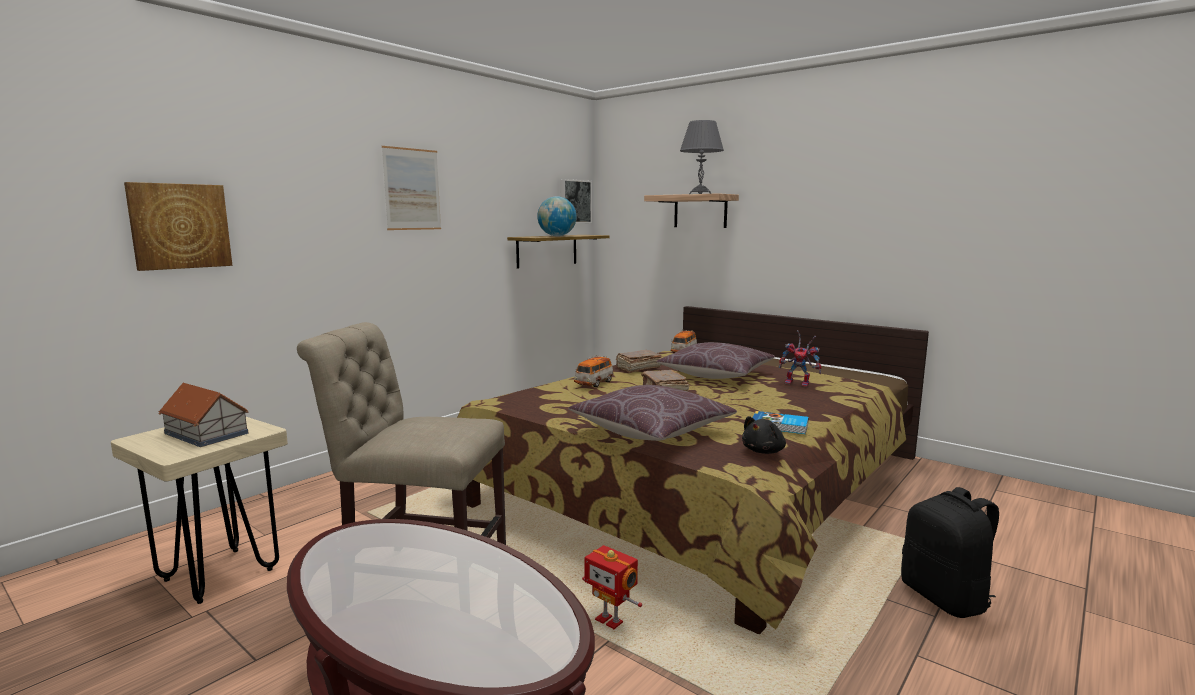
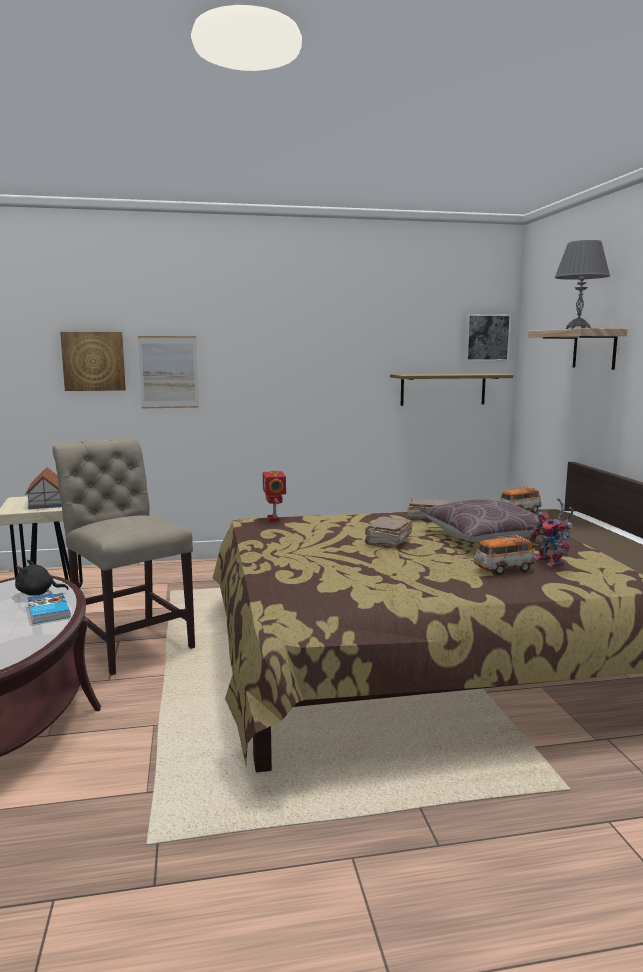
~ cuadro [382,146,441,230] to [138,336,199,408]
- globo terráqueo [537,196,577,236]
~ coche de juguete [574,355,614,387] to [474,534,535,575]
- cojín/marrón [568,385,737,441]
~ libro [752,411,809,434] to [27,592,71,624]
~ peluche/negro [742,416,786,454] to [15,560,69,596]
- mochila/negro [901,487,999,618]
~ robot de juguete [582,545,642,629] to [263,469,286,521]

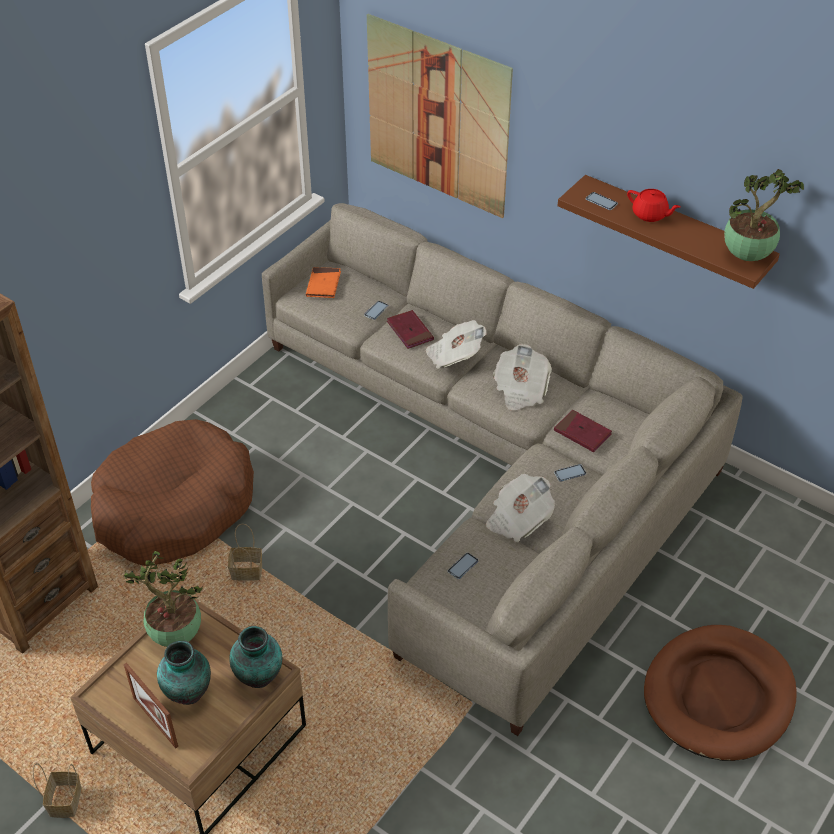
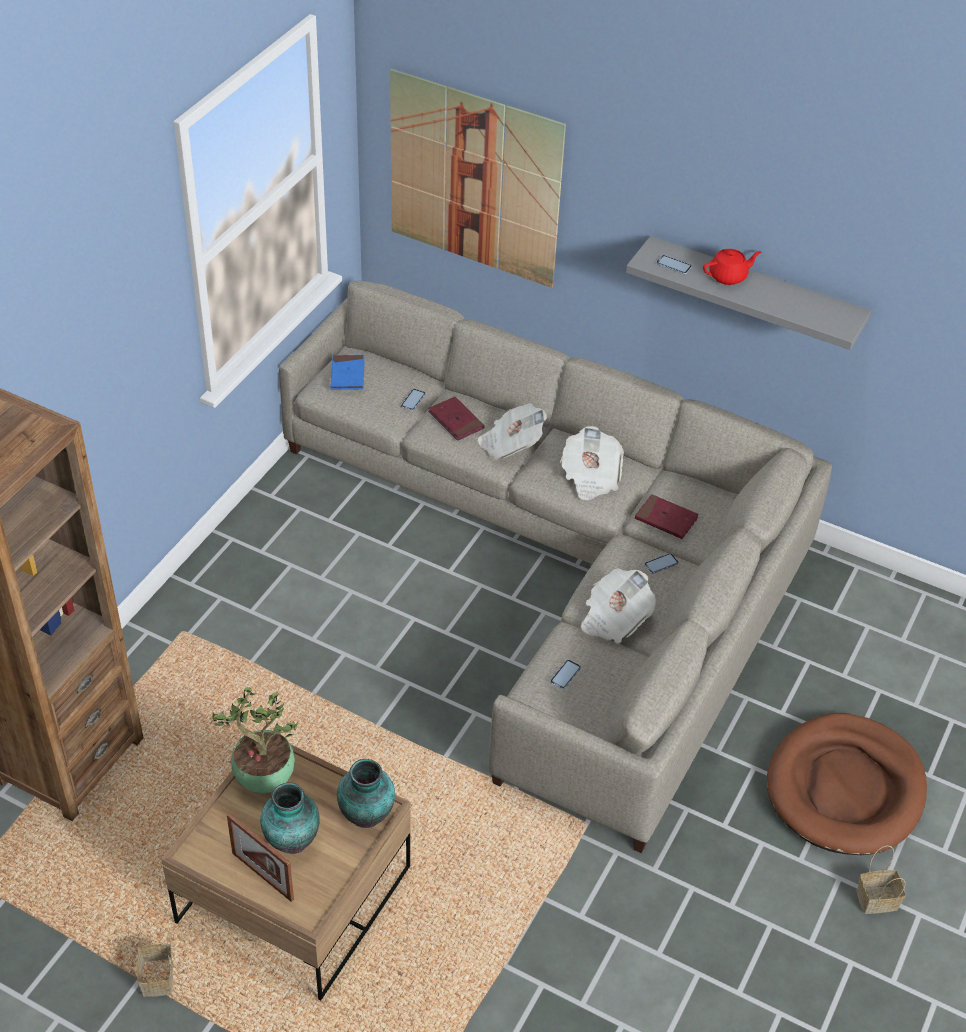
- planta en maceta [724,169,804,261]
~ estante/marrón [558,175,780,289] to estante/gris [626,236,872,350]
~ tetera/rojo [627,189,681,222] = [703,249,762,285] 45 degrees counterclockwise
~ libro/naranja [306,267,341,298] to libro/azul [330,355,365,390]
- cama para perro/marrón [91,419,254,566]
~ cesta [228,524,262,581] to [856,846,906,914]

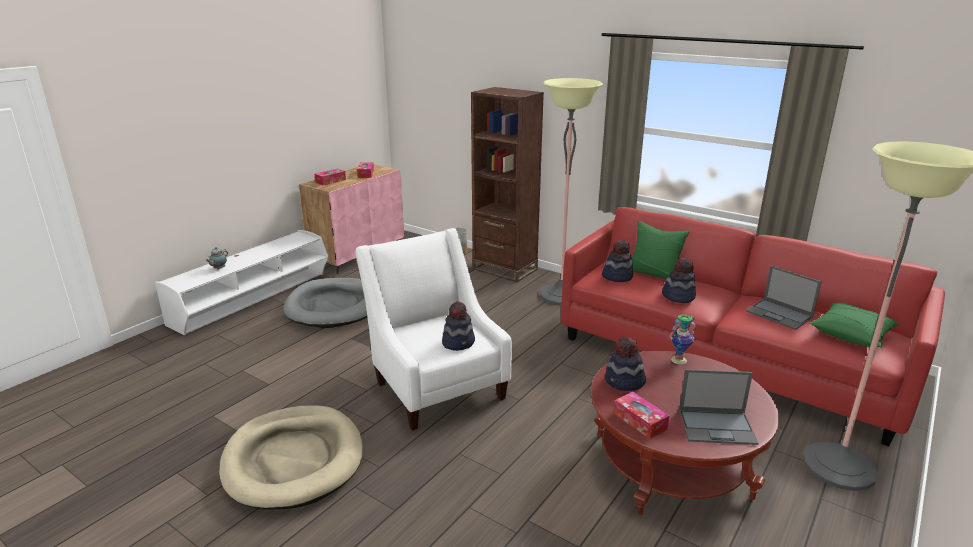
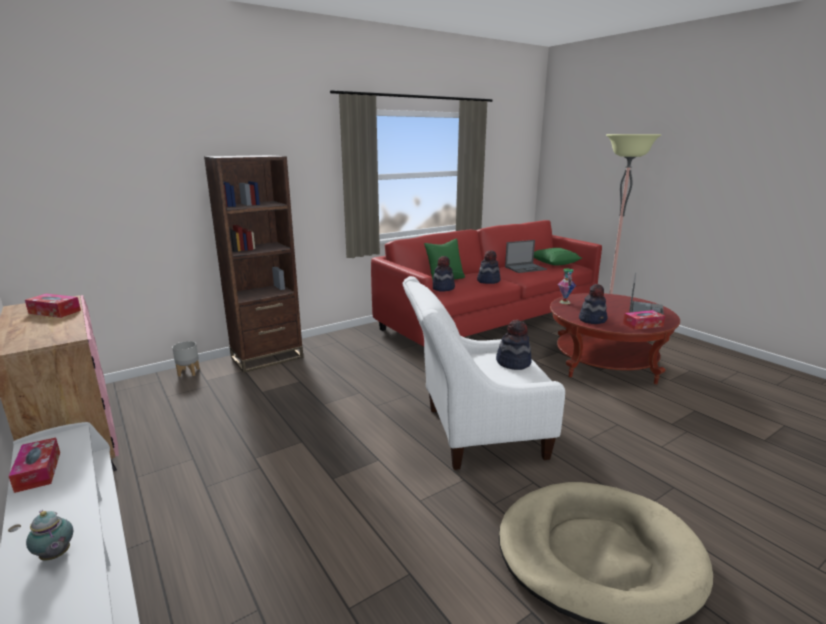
- lámpara de pie [540,78,603,305]
~ caja de pañuelos [314,169,346,186] to [9,438,60,493]
- cama para perro/gris [283,278,367,328]

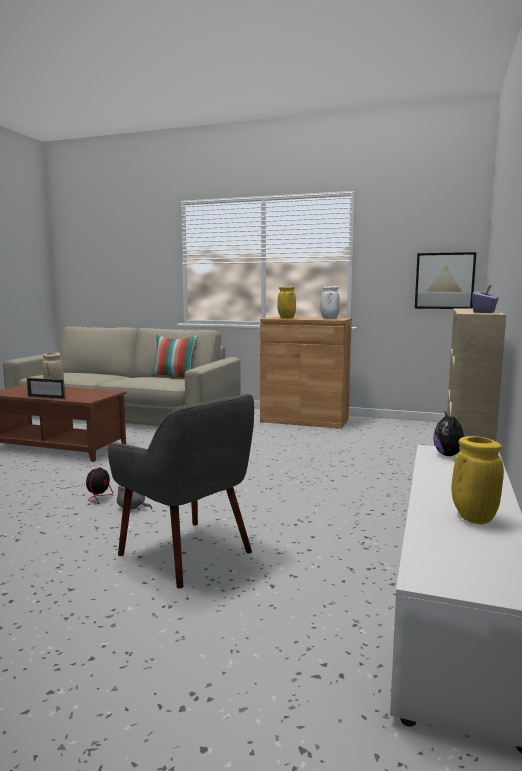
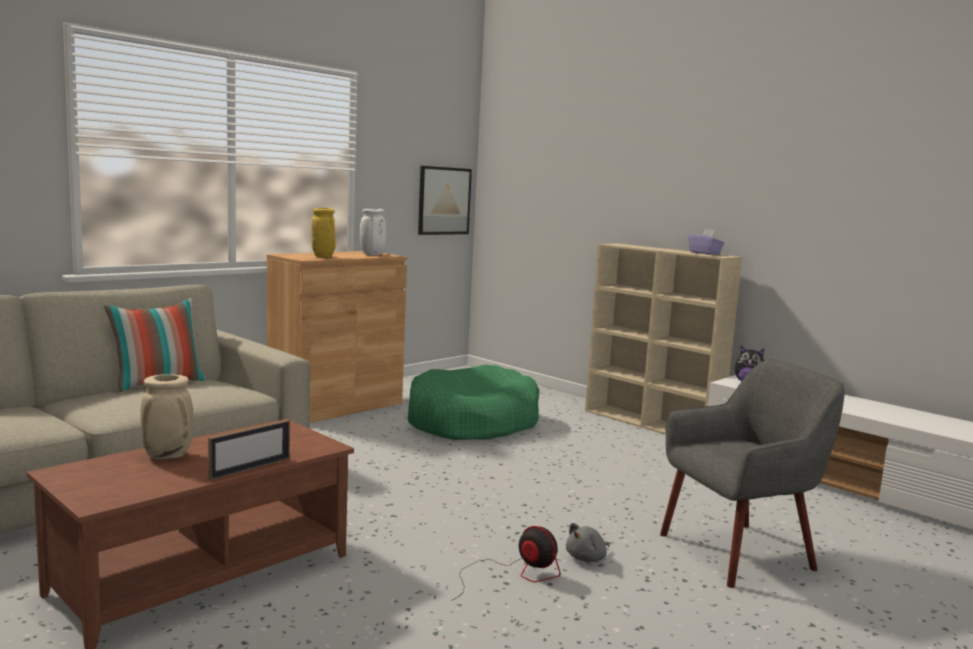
- florero/amarillo [452,436,504,524]
+ cama para perro/verde [408,365,540,440]

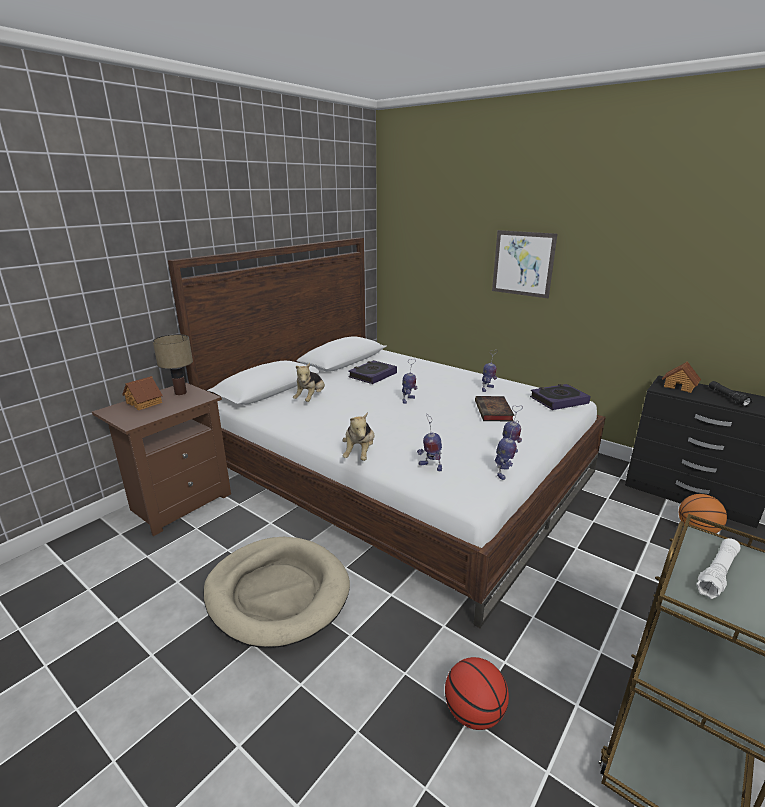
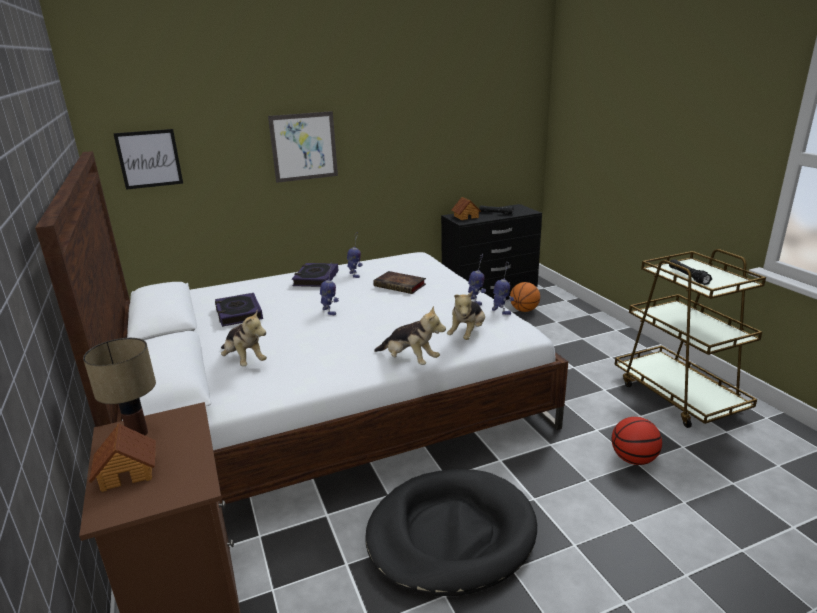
~ libro [530,384,590,410] to [292,263,338,287]
~ robot de juguete [417,414,442,471] to peluche [447,291,485,340]
~ cama para perro/beis [204,537,350,648] to cama para perro/negro [365,469,537,596]
~ linterna/blanco [696,538,740,599] to linterna/negro [669,259,712,285]
+ cuadro [113,129,183,190]

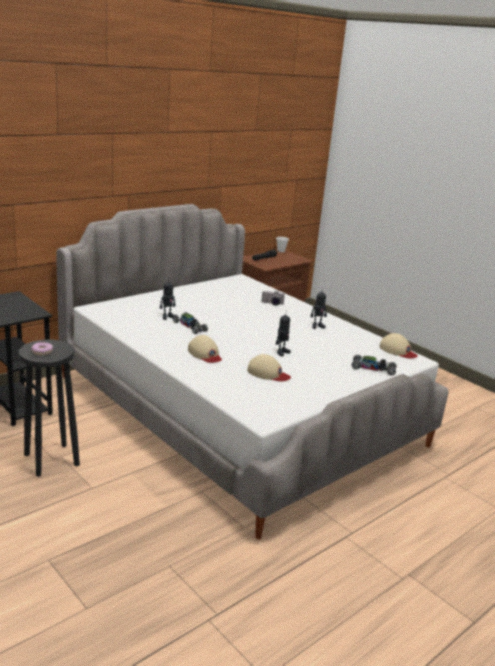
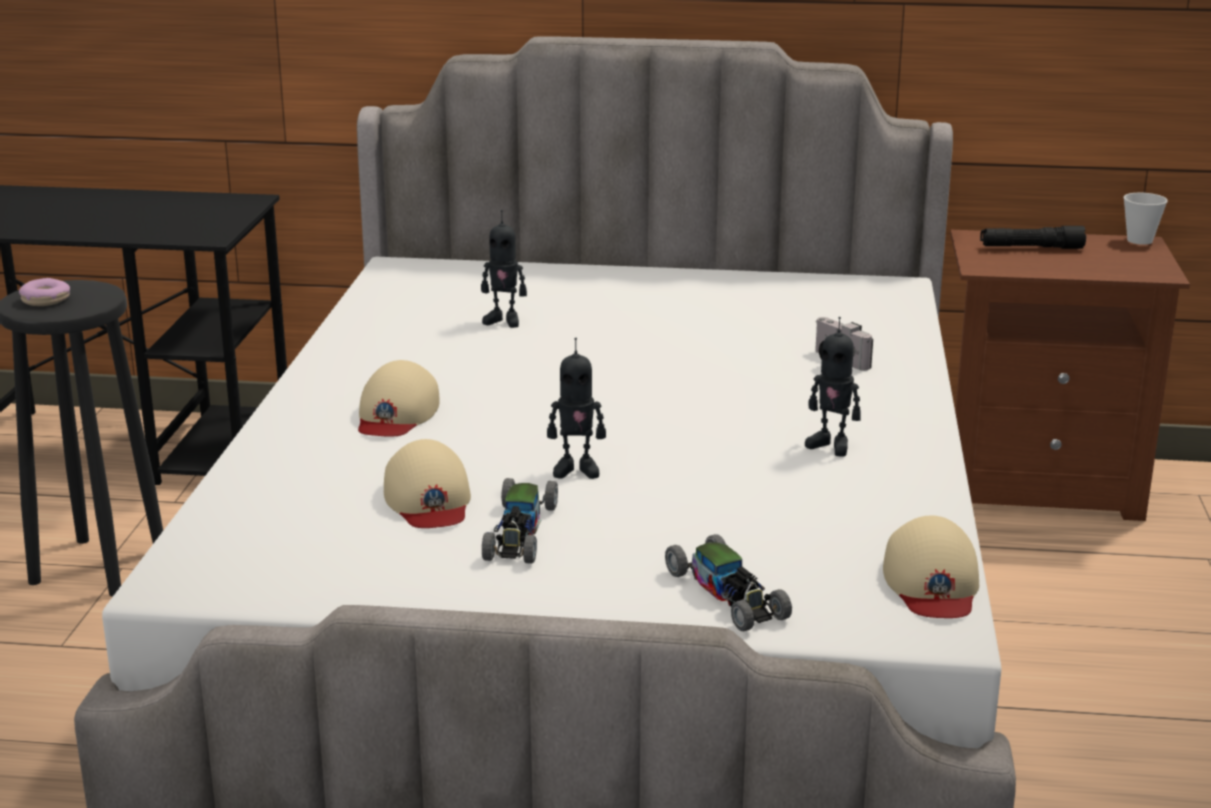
~ coche de juguete [173,312,208,334] to [482,478,558,564]

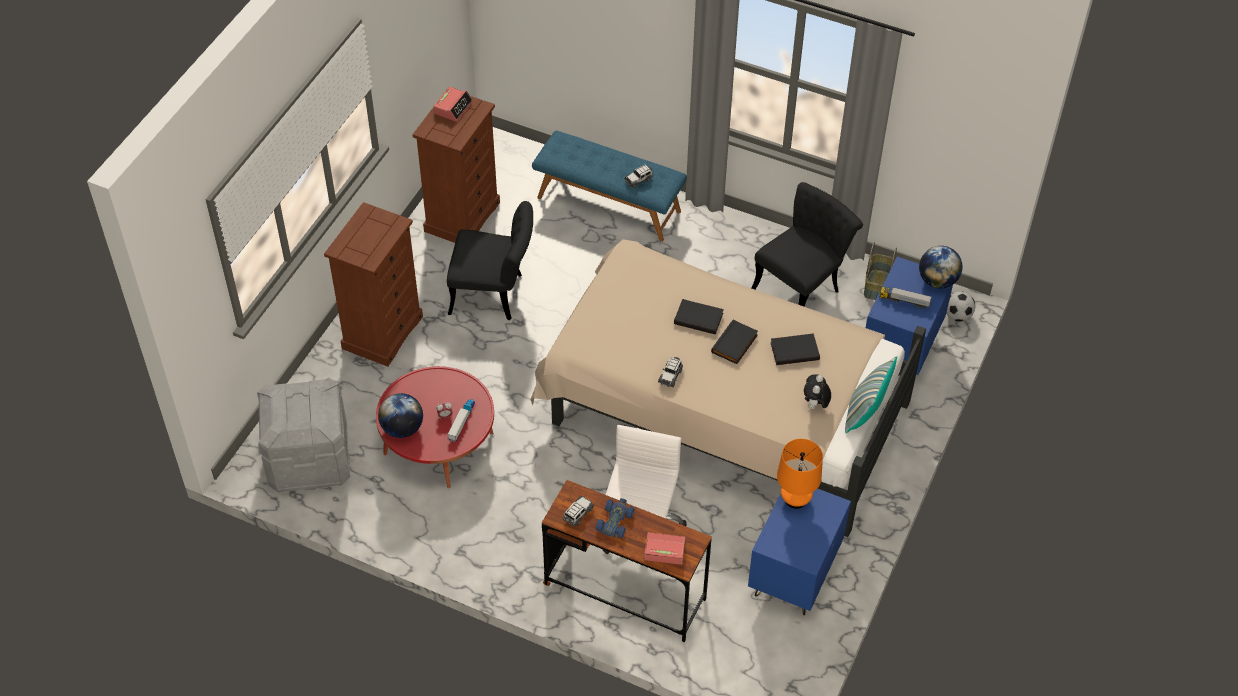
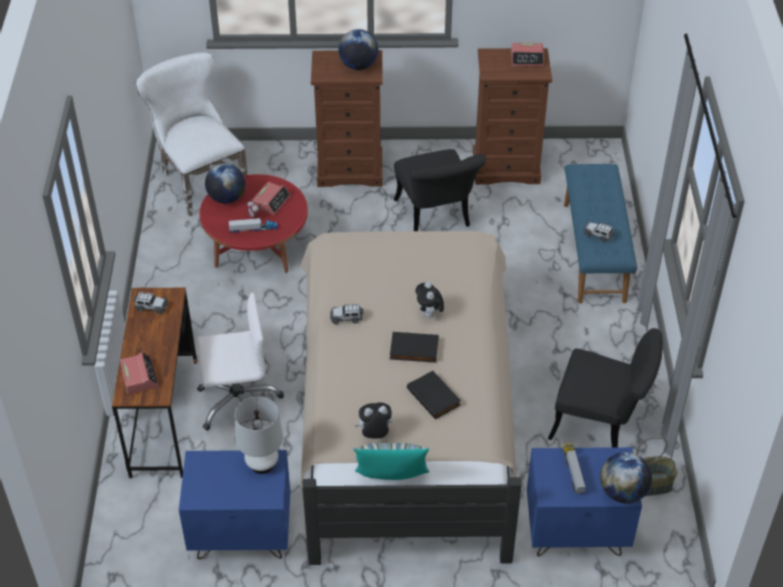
- balón de fútbol [947,291,975,322]
~ libro/negro [674,299,724,334] to peluche [415,281,444,318]
~ caja de almacenaje/gris [257,377,350,493] to silla/blanco [136,52,247,216]
~ lámpara de mesa/naranja [777,439,823,509] to lámpara de mesa/blanco [235,396,283,474]
- coche de juguete/azul [596,498,634,538]
+ globo terráqueo [338,29,378,70]
+ despertador [252,182,291,215]

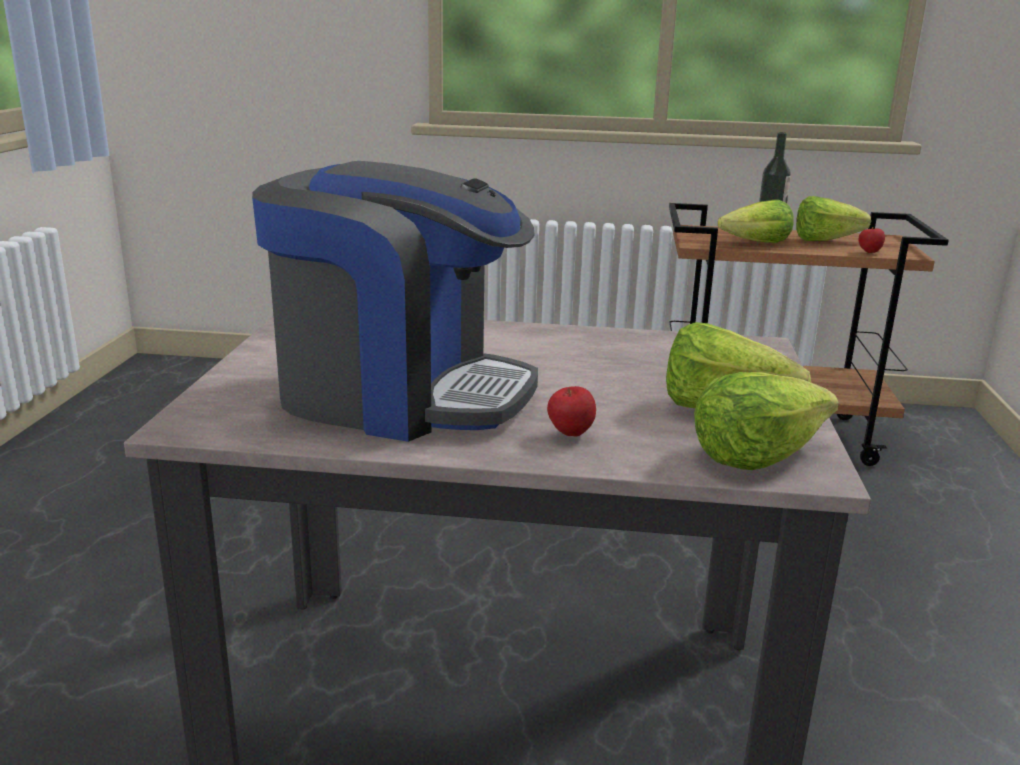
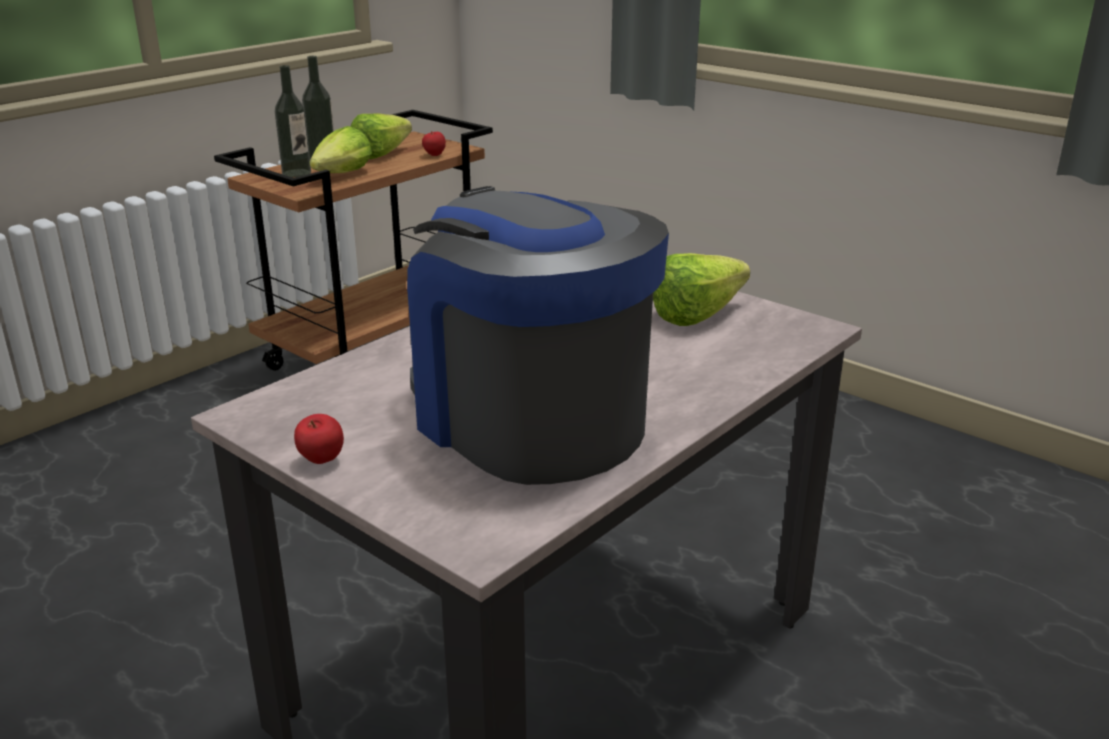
~ cafetera [252,161,538,442] = [407,186,669,485] 90 degrees counterclockwise
- lechuga [694,372,839,470]
~ manzana [547,386,596,436] to [294,414,344,464]
+ botella [275,65,311,177]

